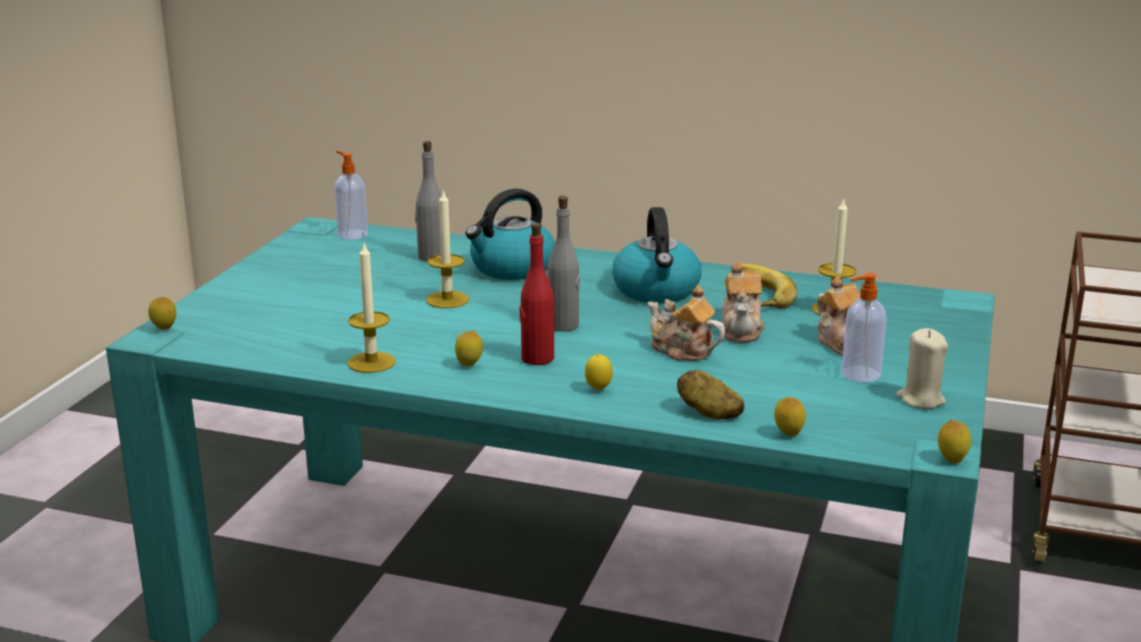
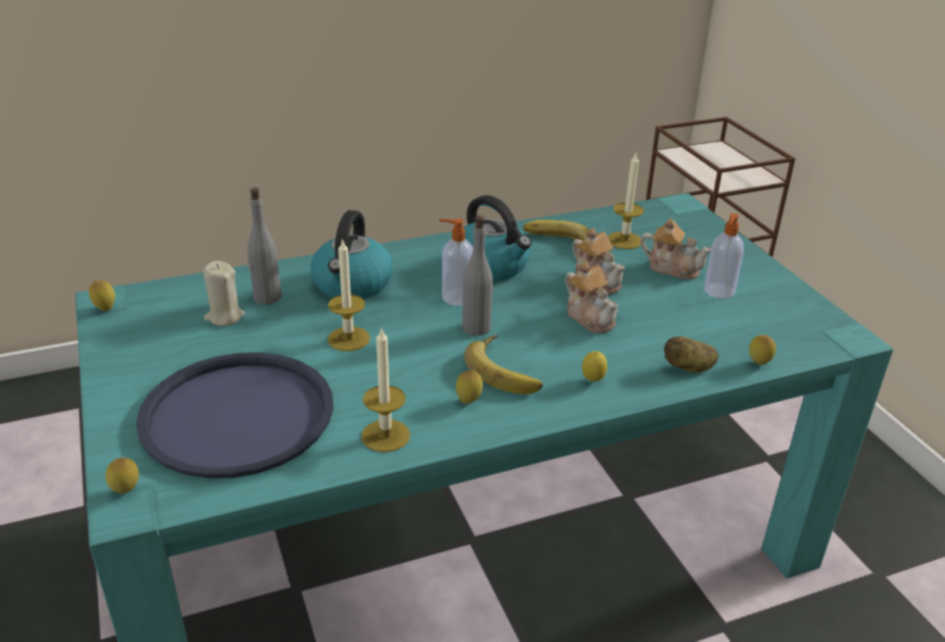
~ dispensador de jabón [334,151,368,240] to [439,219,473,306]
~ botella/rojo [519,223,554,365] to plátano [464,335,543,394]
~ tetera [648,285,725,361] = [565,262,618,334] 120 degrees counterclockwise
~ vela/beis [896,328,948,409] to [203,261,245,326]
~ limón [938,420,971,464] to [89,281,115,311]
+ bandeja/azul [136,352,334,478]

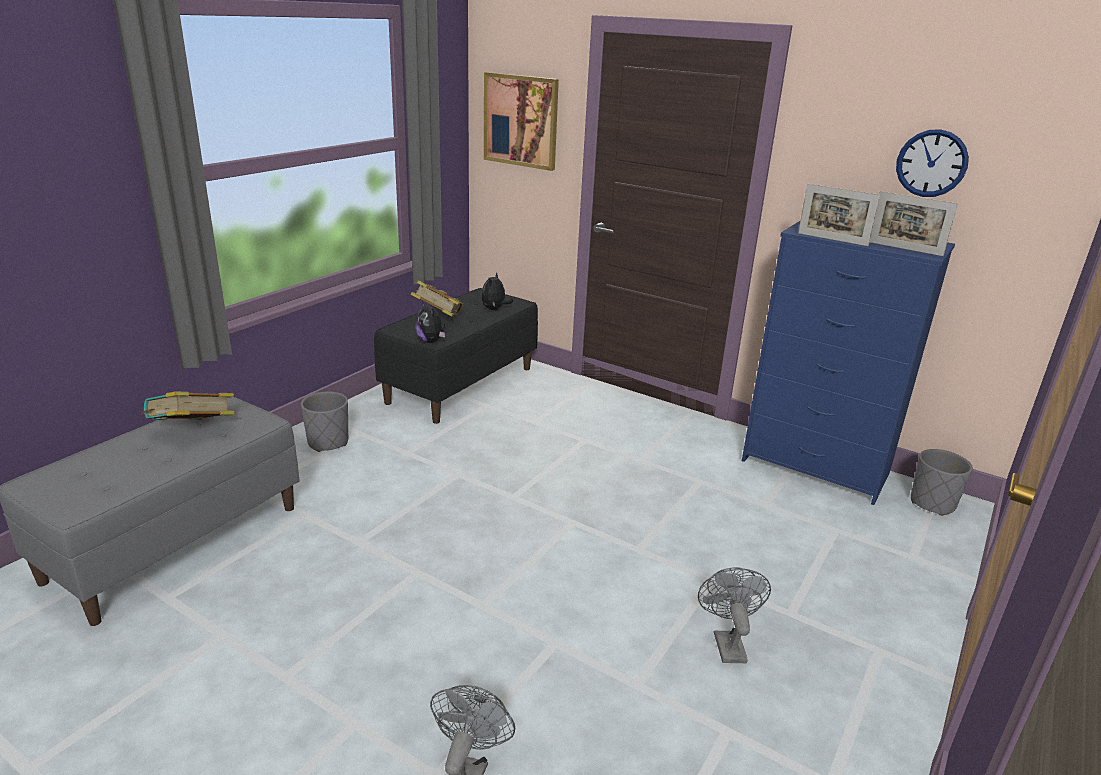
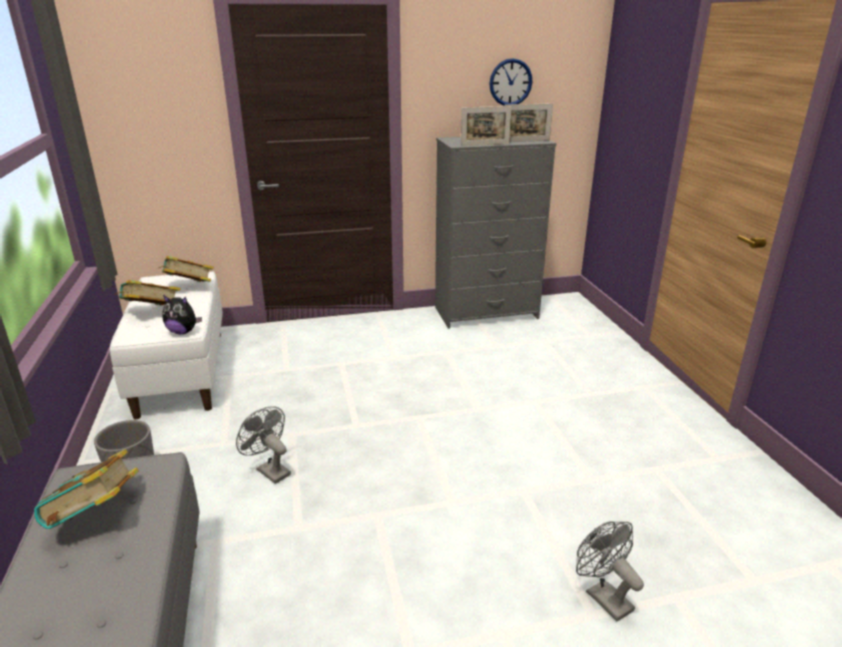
- cuadro [484,72,559,171]
~ cómoda/azul [742,221,955,505] to cómoda/gris [435,137,556,329]
~ peluche [481,272,513,310] to libro [158,256,214,282]
~ banco/negro [374,288,538,424] to banco/blanco [110,272,223,419]
- maceta/gris [911,449,973,516]
~ ventilador/gris [698,567,771,663] to [236,406,291,484]

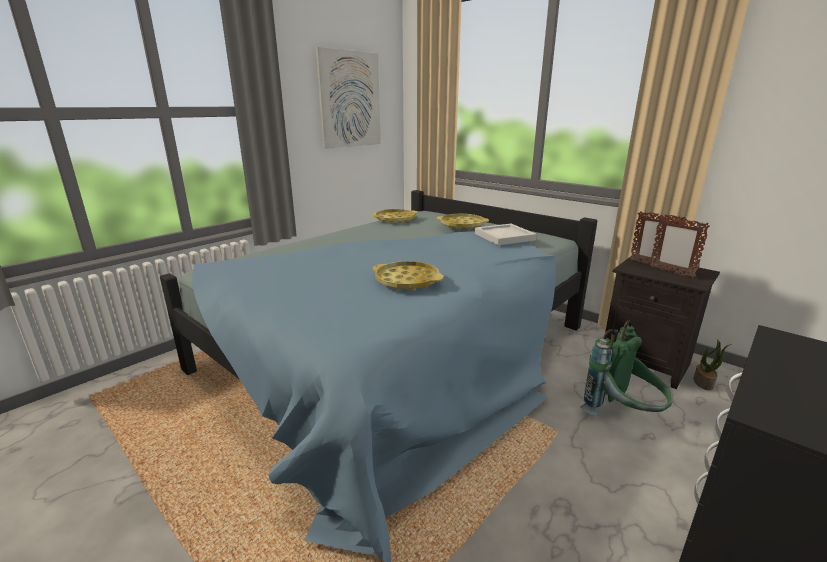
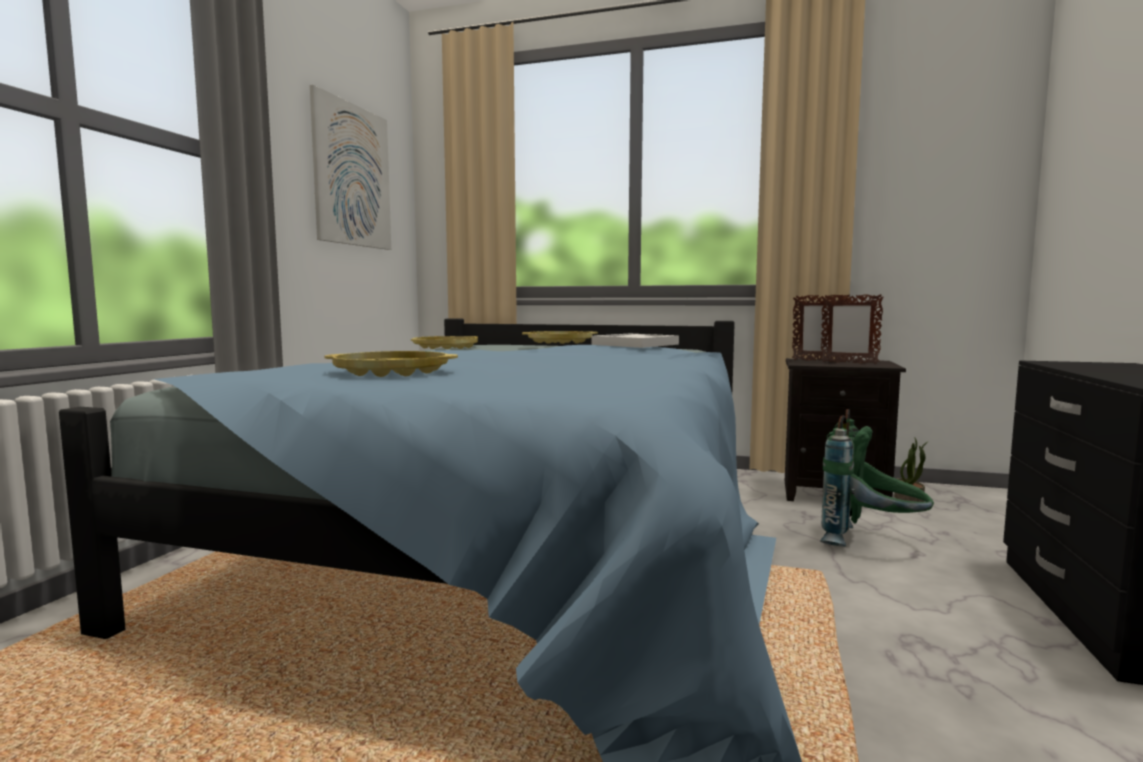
~ bandeja/amarillo [373,261,444,291] to [325,351,458,377]

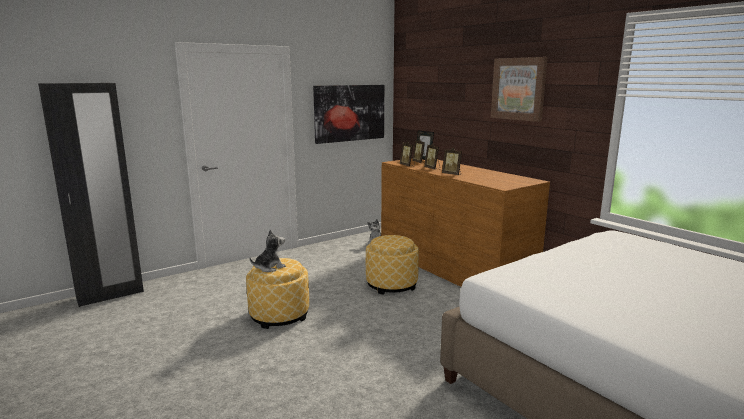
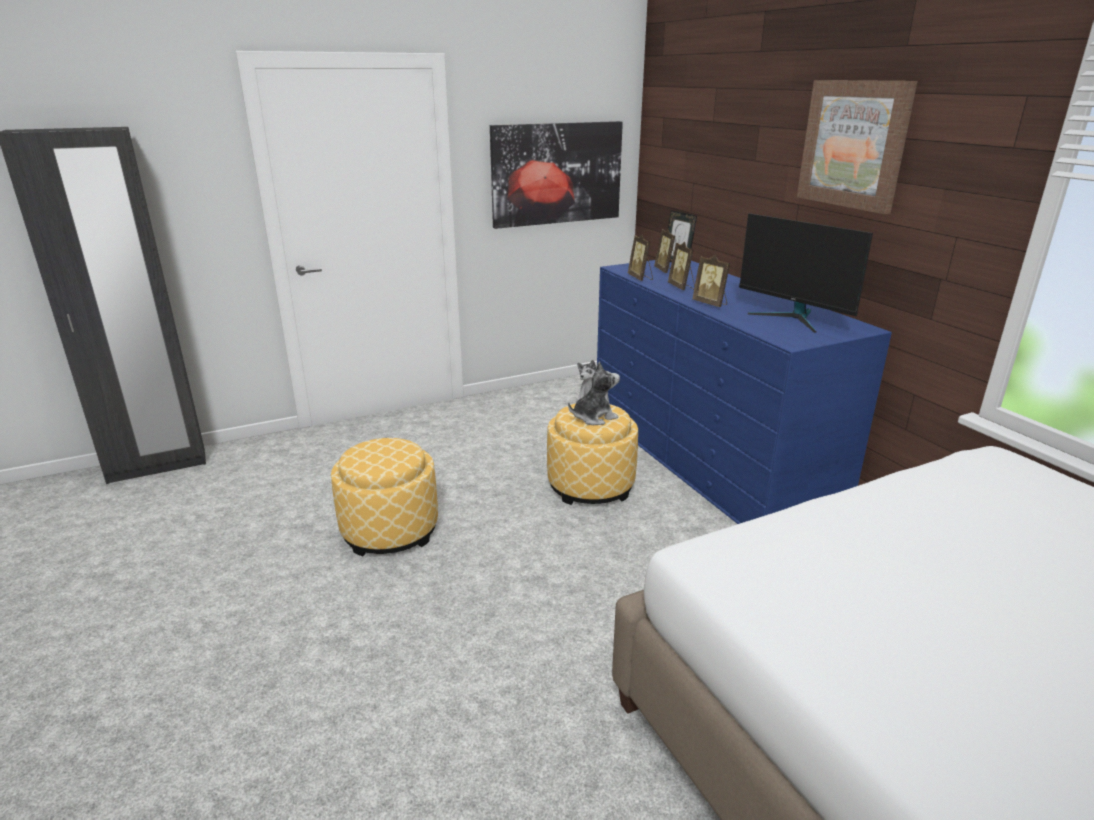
~ cómoda/marrón [381,158,550,287] to cómoda/azul [597,260,892,524]
~ peluche [250,230,286,272] to [568,362,620,425]
+ monitor [739,213,873,333]

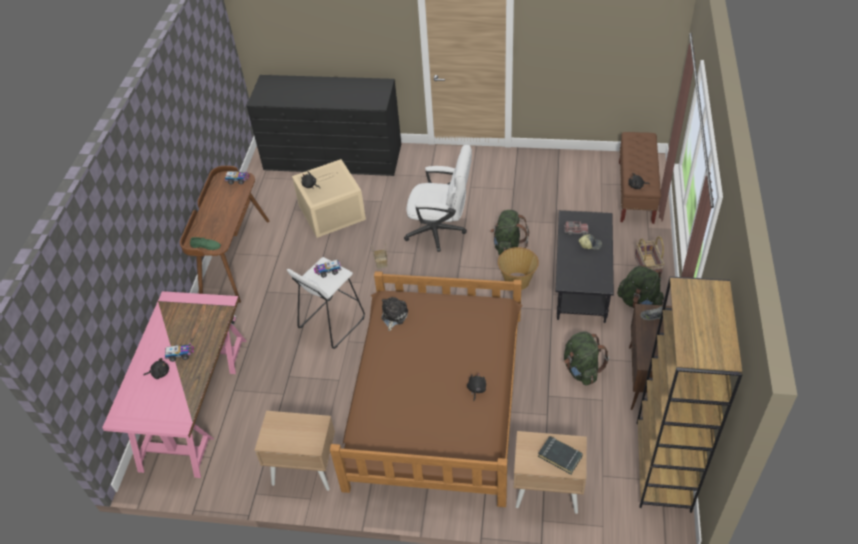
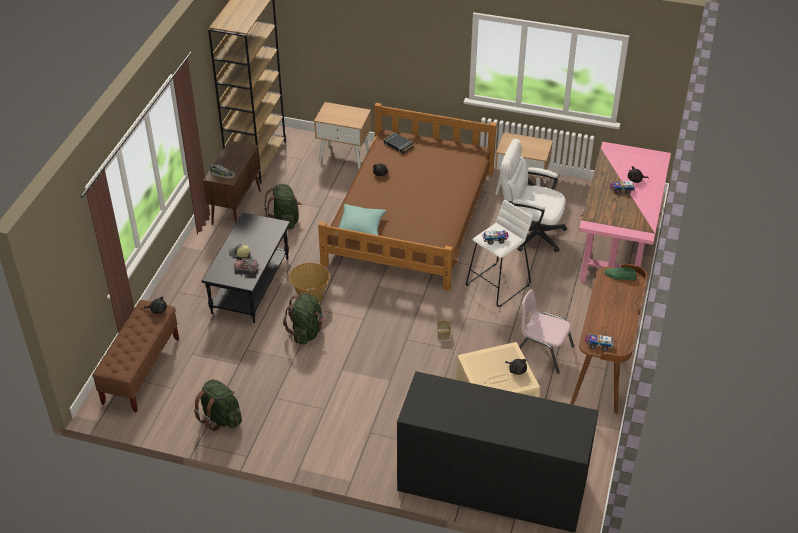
~ silla de oficina/blanco [404,145,472,252] to [500,139,567,252]
- cesta [635,236,664,277]
~ mochila/verde [617,265,664,308] to [194,379,242,431]
- peluche [381,297,408,331]
~ libro/negro [538,436,583,474] to [384,132,414,154]
+ cojín/turquesa [335,204,386,236]
+ silla/rosa [519,289,574,374]

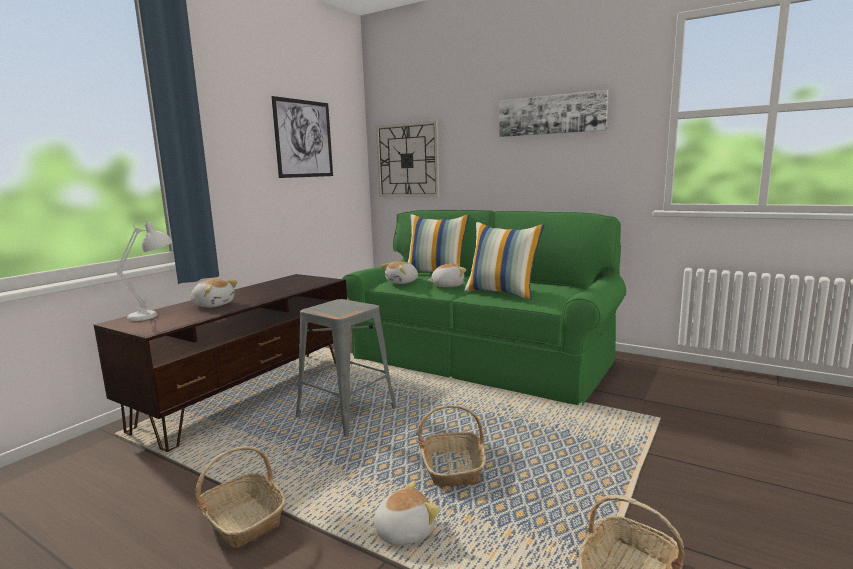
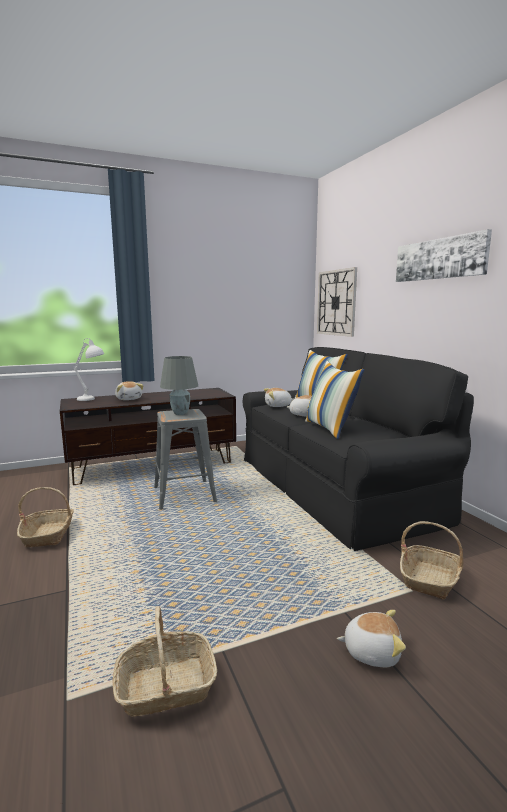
- cuadro [271,96,333,178]
~ sofá/verde [342,210,627,405] to sofá/negro [243,347,474,551]
~ cesta [418,405,486,486] to [400,521,464,600]
~ peluche [368,481,440,545] to [337,610,406,667]
+ lámpara de mesa/gris [160,356,198,415]

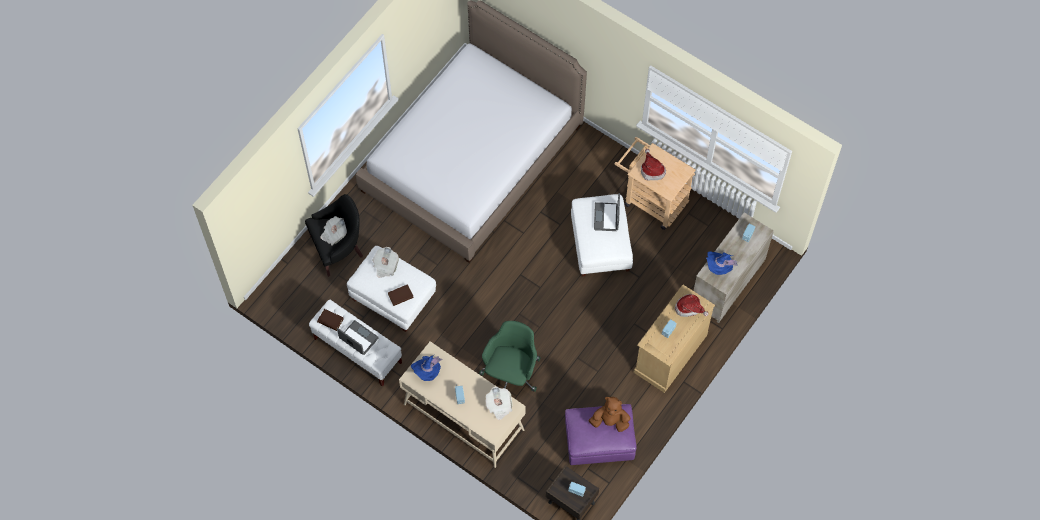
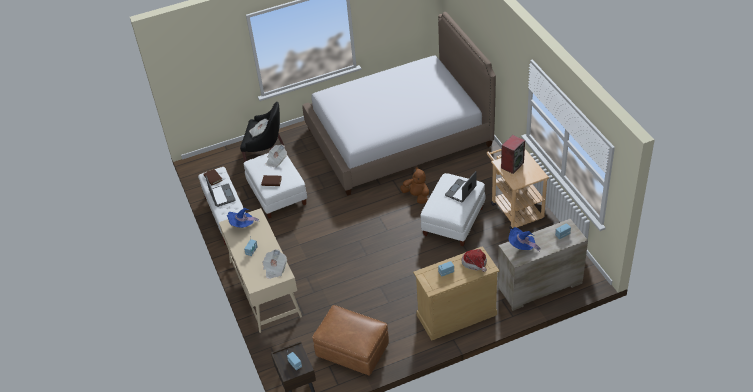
~ sombrero [641,149,666,180] to altavoz [501,135,525,174]
- silla de oficina/verde [479,321,541,392]
~ peluche/marrón [589,397,631,432] to [400,167,429,204]
~ puf/morado [565,404,637,465] to puf/marrón [312,305,389,375]

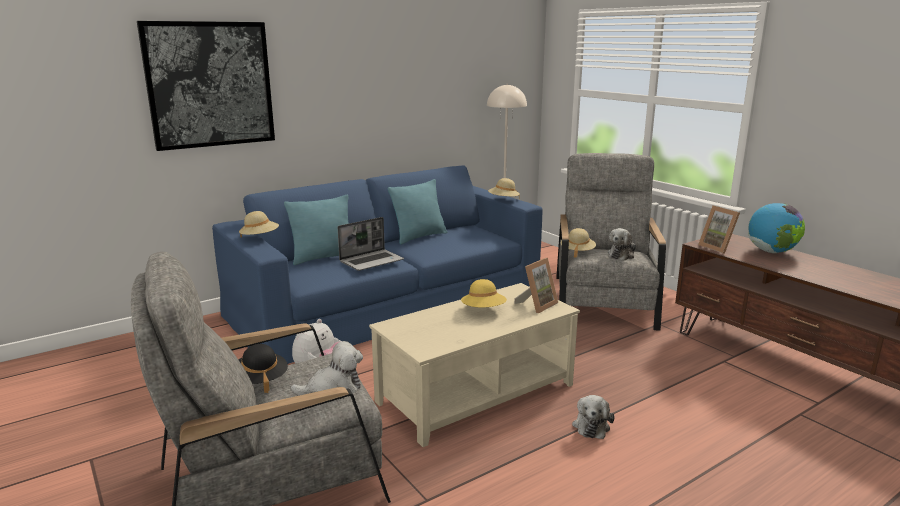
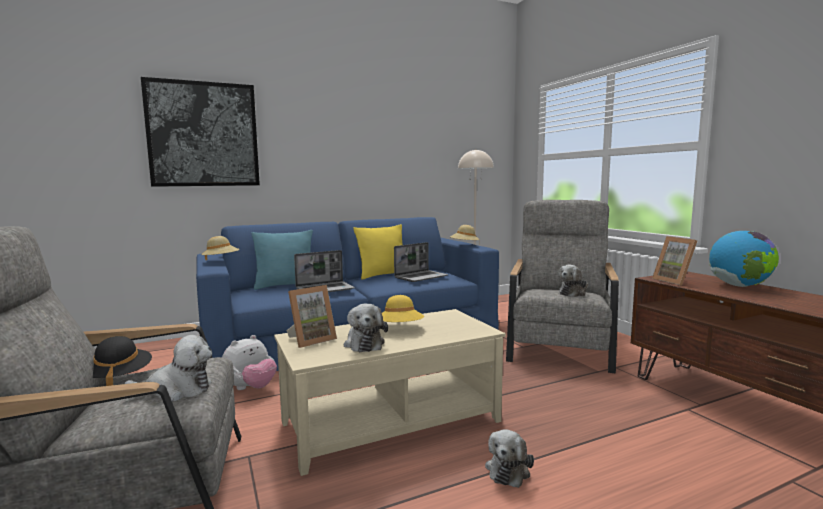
~ cojín/turquesa [388,179,447,245] to cojín/amarillo [353,224,403,280]
- sombrero/beis [561,228,596,258]
~ portarretratos [514,258,558,313] to [286,285,337,348]
+ portátil [394,242,448,282]
+ peluche [344,303,388,352]

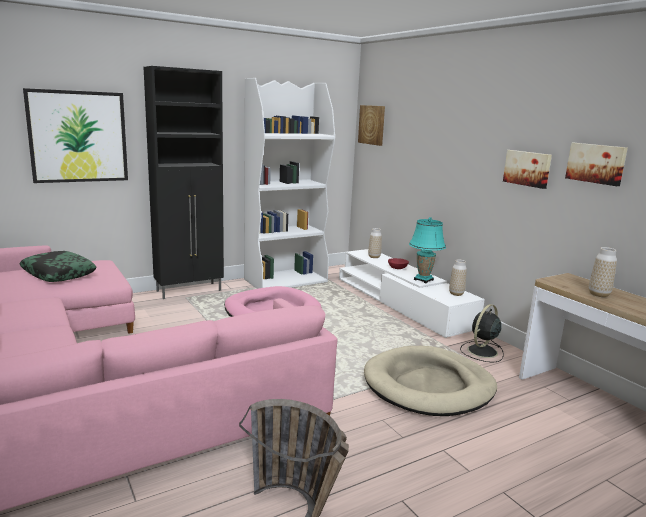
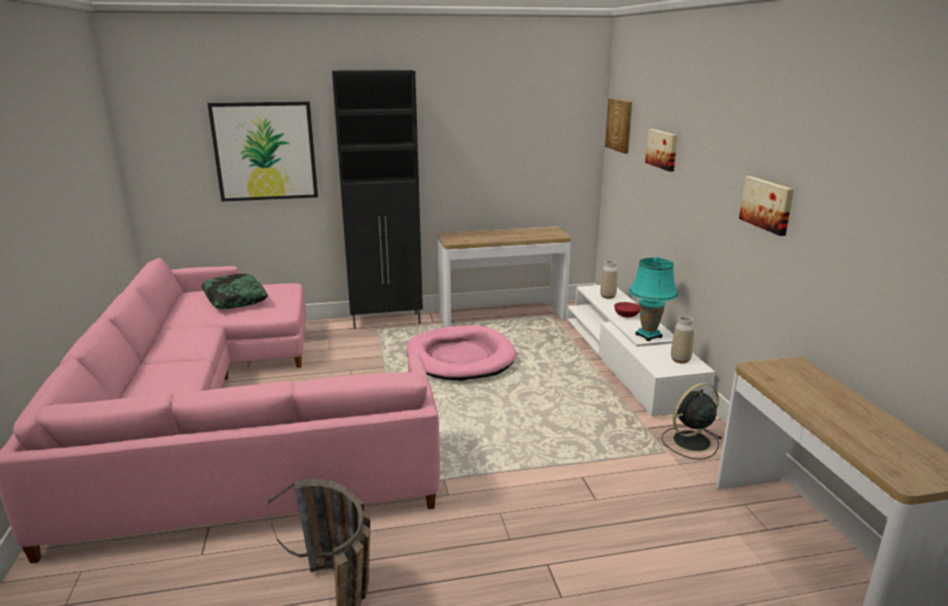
~ estantería/blanco [244,78,335,289] to mesa consola [437,226,571,327]
~ cuadro [565,143,628,186] to [645,129,678,172]
- florero [589,247,617,297]
- cama para perro/beis [364,346,497,416]

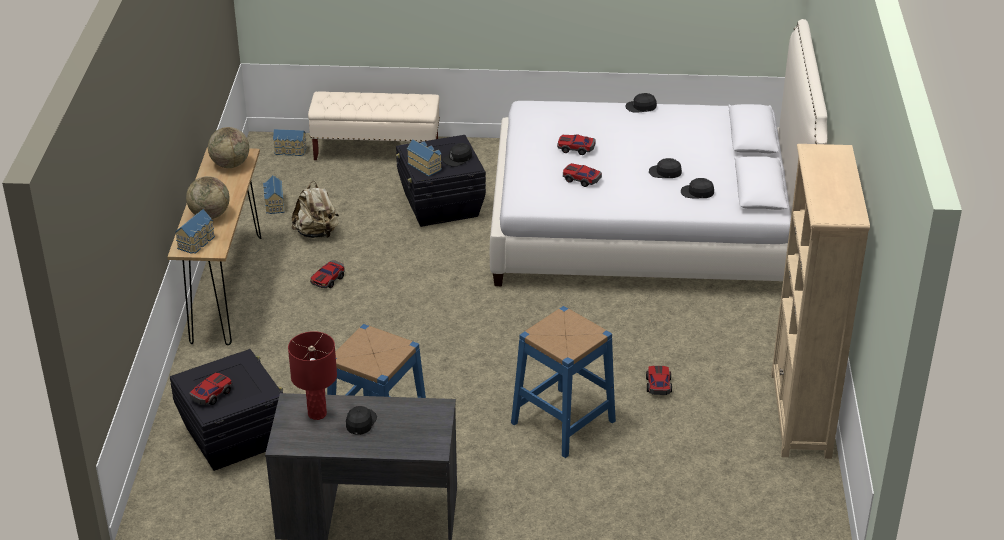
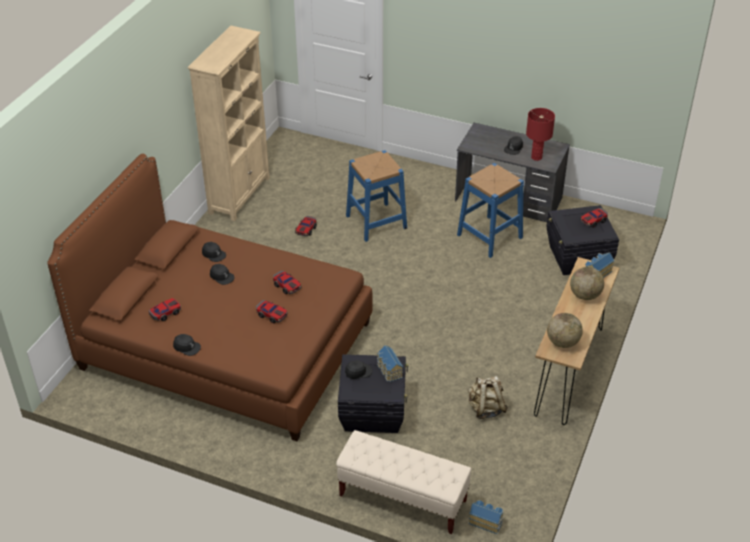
~ cama/blanco [490,19,827,286] to cama/marrón [47,154,373,441]
- casita [263,175,284,214]
~ coche de juguete [310,260,345,288] to [149,298,181,321]

